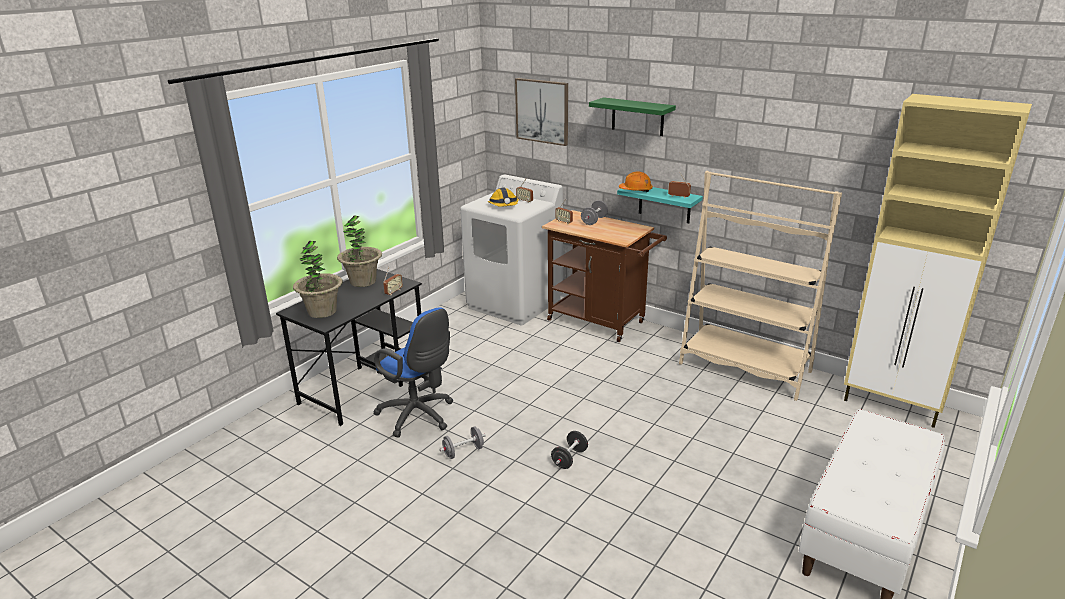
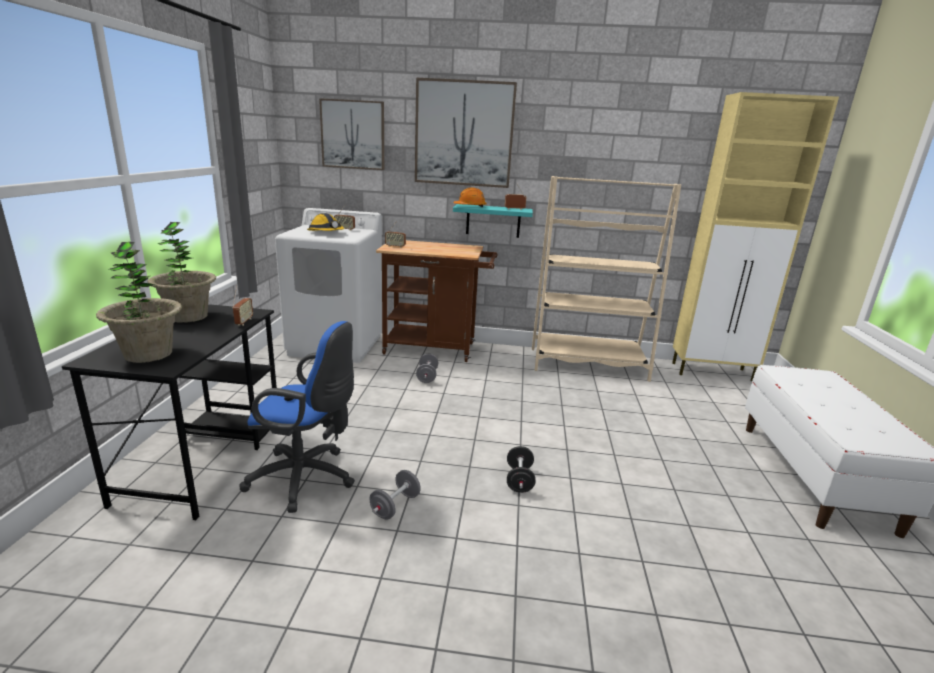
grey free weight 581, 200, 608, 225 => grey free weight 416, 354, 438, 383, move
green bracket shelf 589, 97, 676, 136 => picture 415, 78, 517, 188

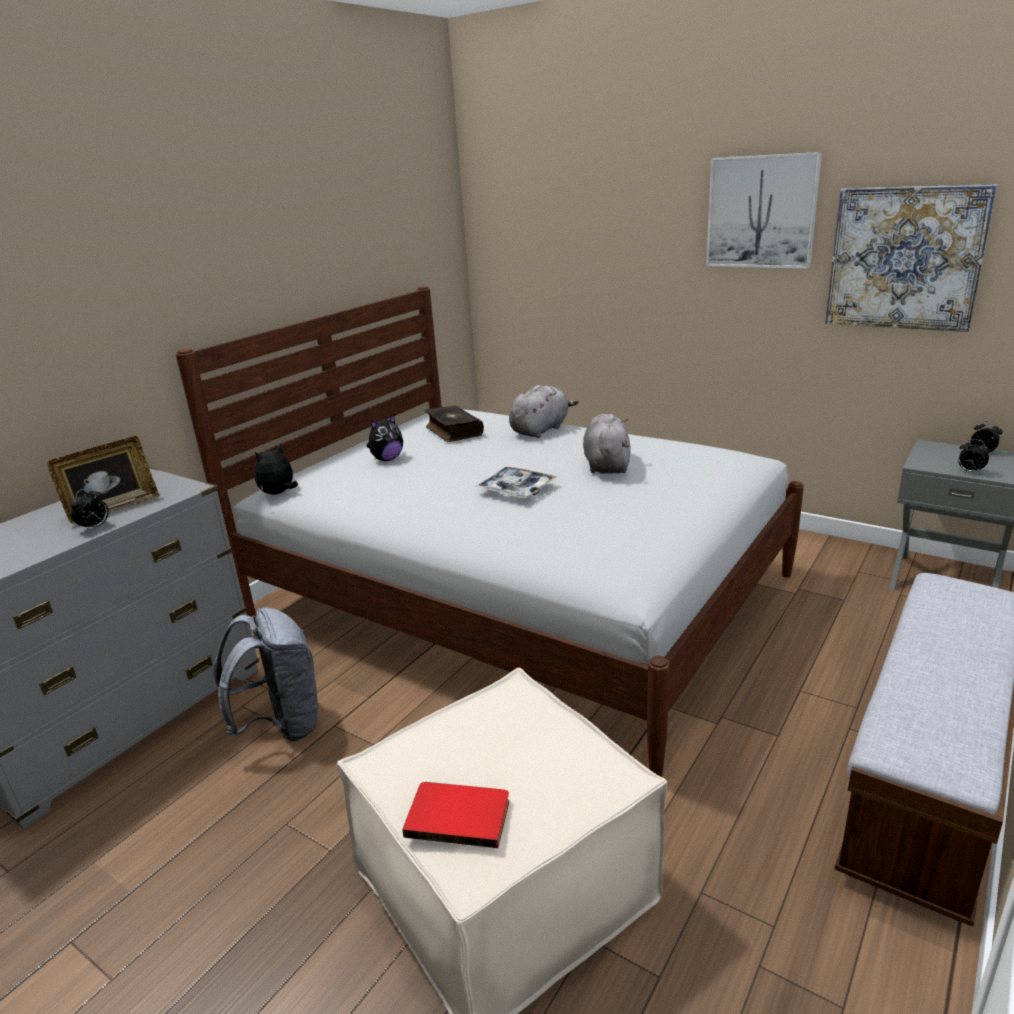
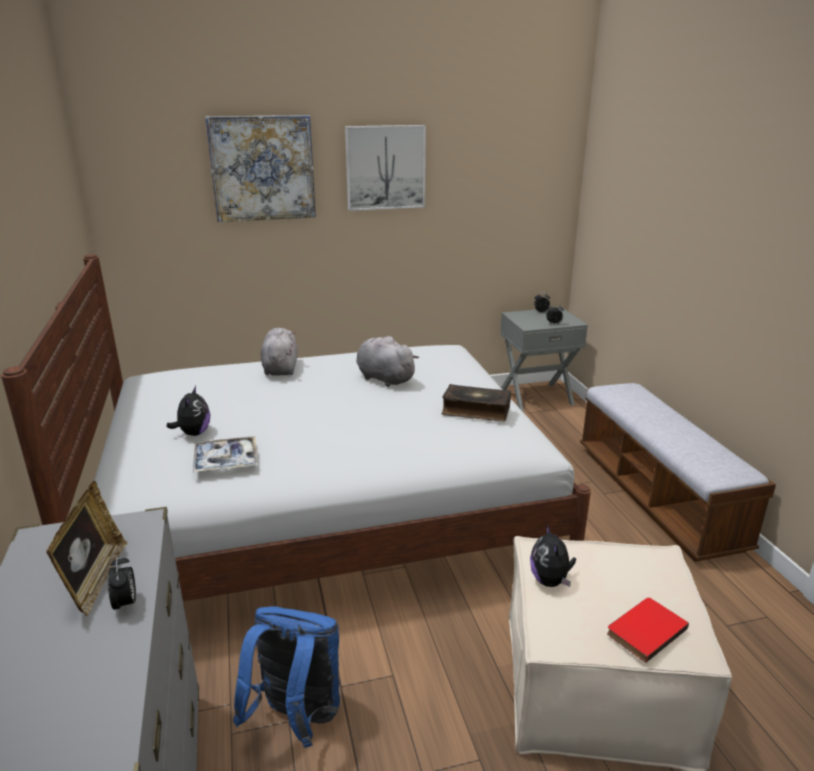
plush toy 254, 443, 298, 495 => plush toy 530, 525, 576, 587, move
bound book 425, 405, 484, 442 => bound book 442, 384, 511, 422, move
carrying tray 475, 467, 557, 498 => carrying tray 193, 436, 257, 472, move
picture 825, 184, 997, 332 => picture 205, 115, 316, 222, move
grey backpack 214, 607, 320, 742 => bluish backpack 233, 606, 340, 748

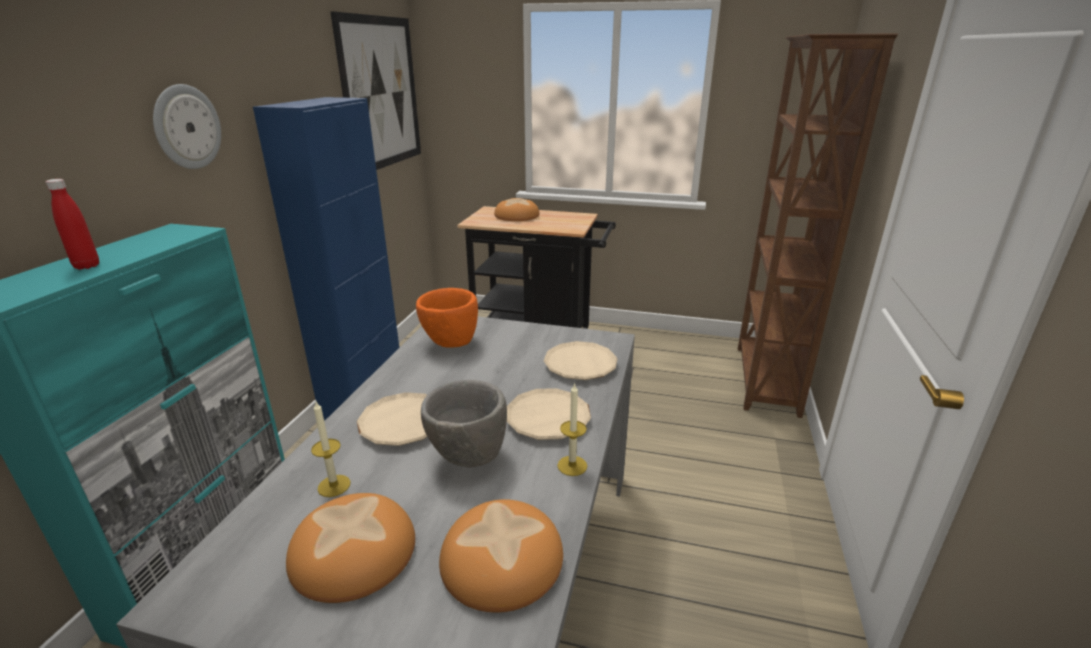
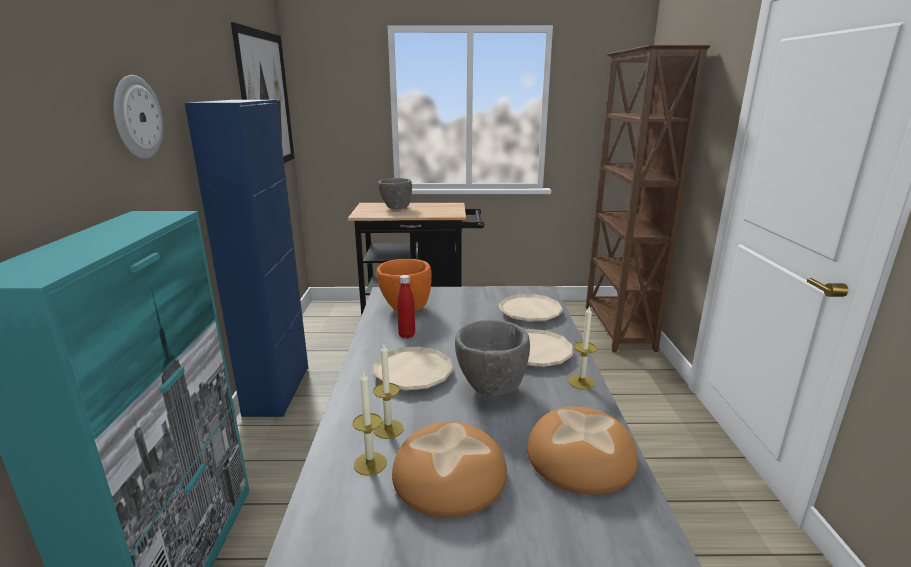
nothing => candle 353, 371, 387, 476
red bottle 45, 179, 99, 270 => red bottle 397, 275, 415, 338, move
bread 494, 198, 540, 221 => grey deep dish 378, 178, 412, 209

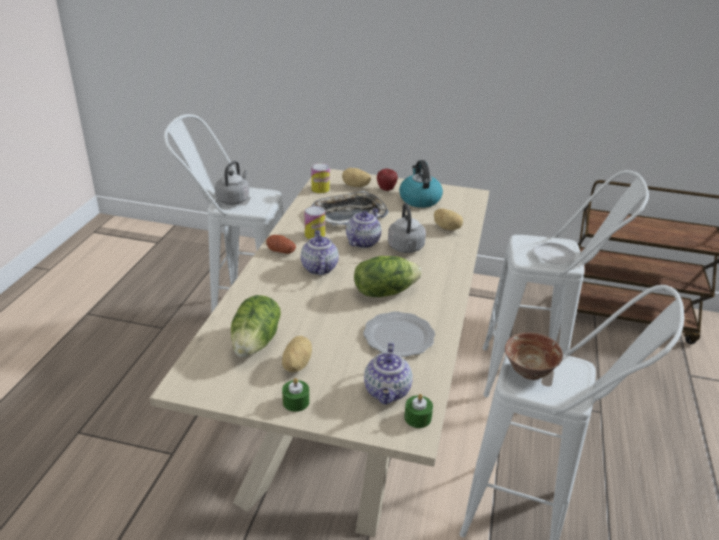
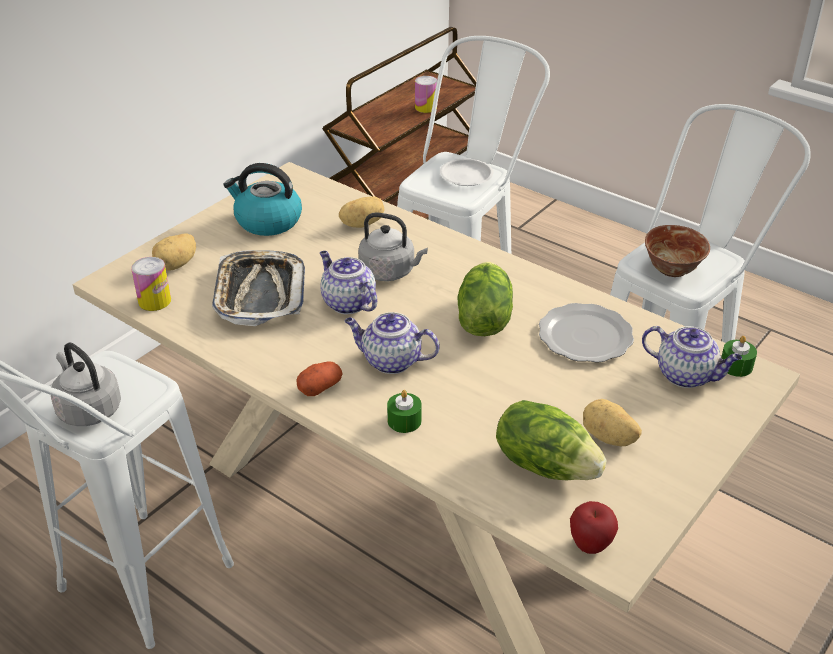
green candle 282, 378, 309, 412 => green candle 387, 390, 422, 433, move
can 304, 206, 325, 239 => can 415, 76, 437, 113, move
apple fruit 377, 169, 398, 191 => apple fruit 570, 501, 618, 554, move

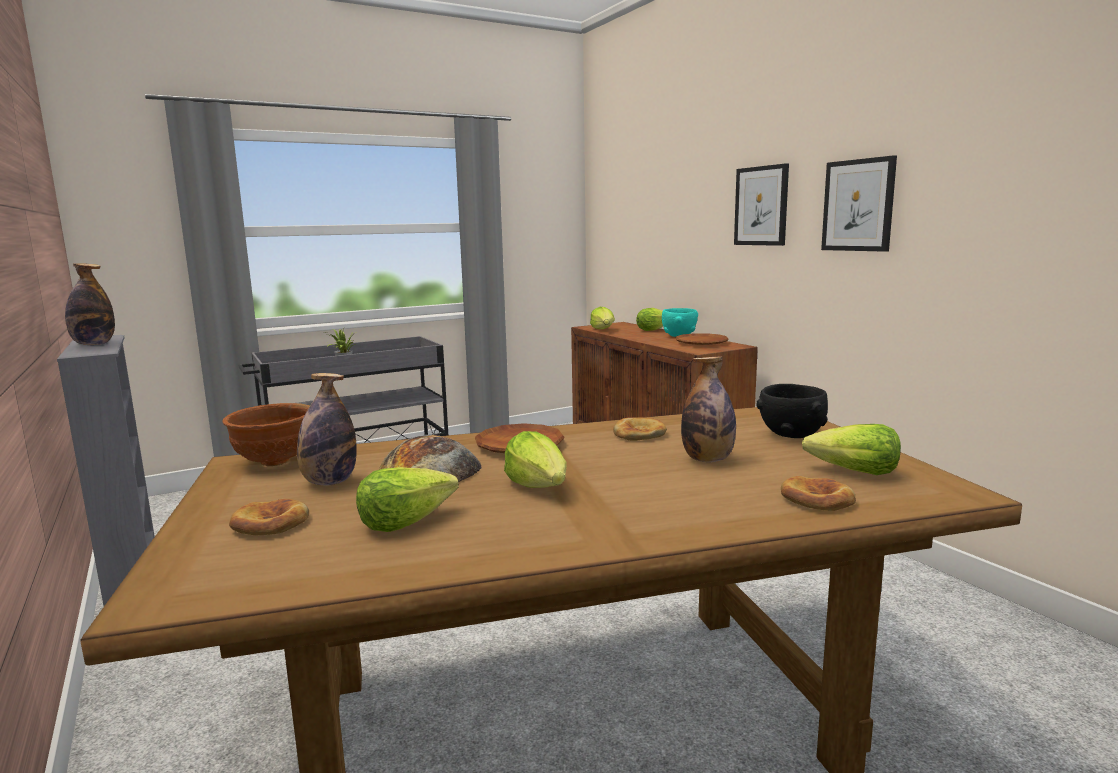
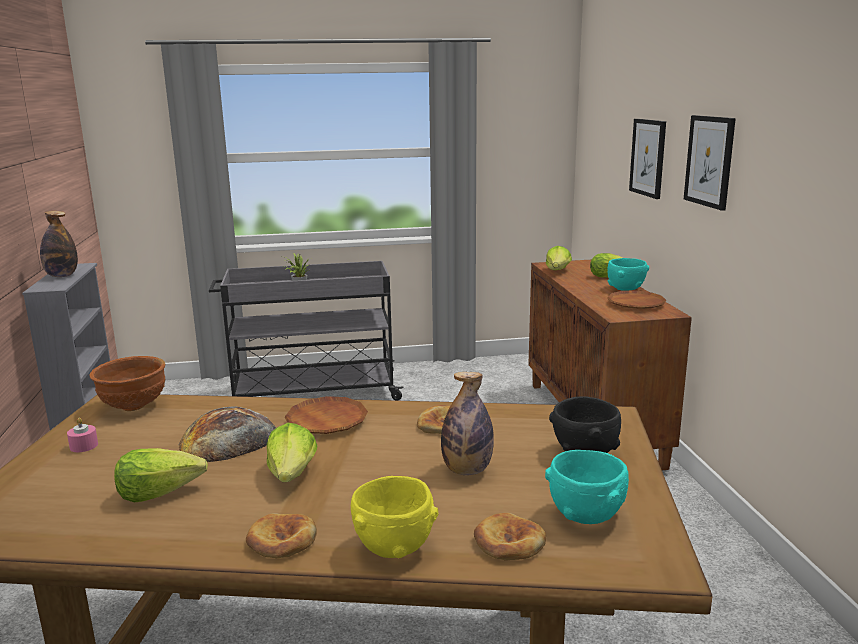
bottle 297, 373, 357, 485 => nothing
nothing => pink candle 67, 418, 98, 452
nothing => yellowish deep dish 351, 476, 438, 558
bread 229, 499, 309, 535 => bread 246, 513, 317, 558, move
picture 821, 155, 897, 252 => picture 629, 119, 666, 199, move
lettuce head 802, 424, 901, 475 => blue-green deep dish 545, 450, 629, 524

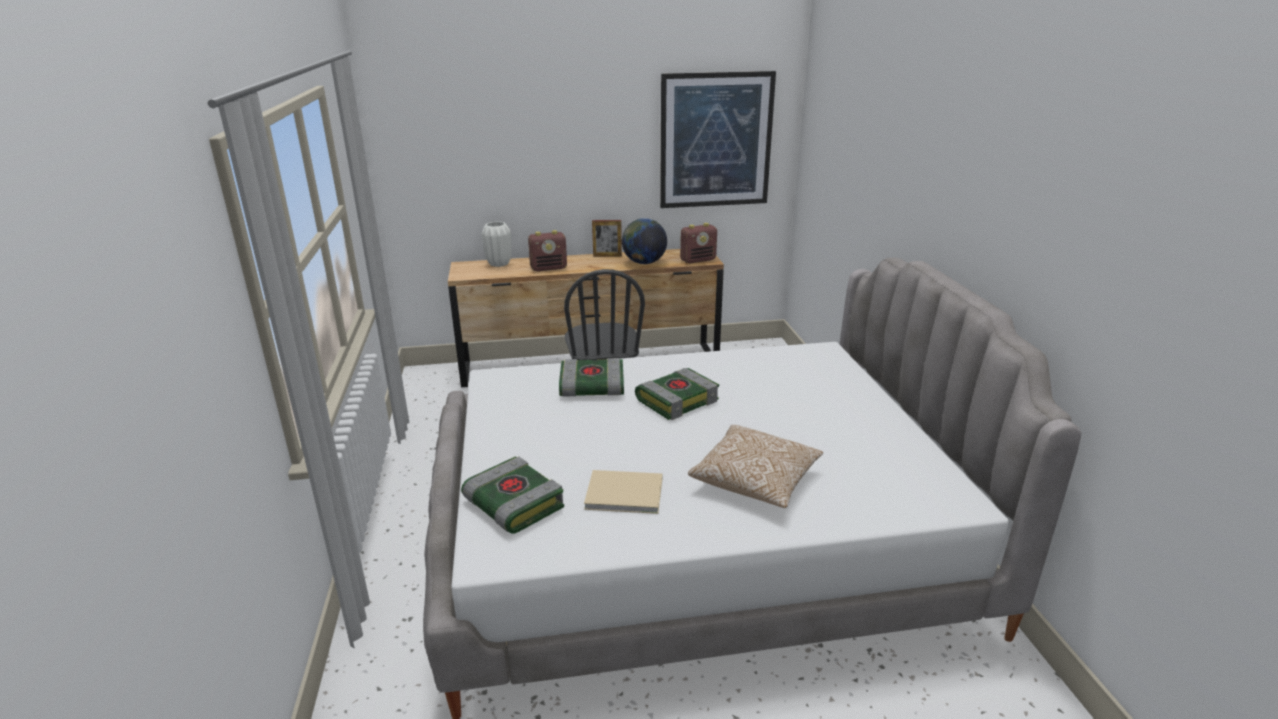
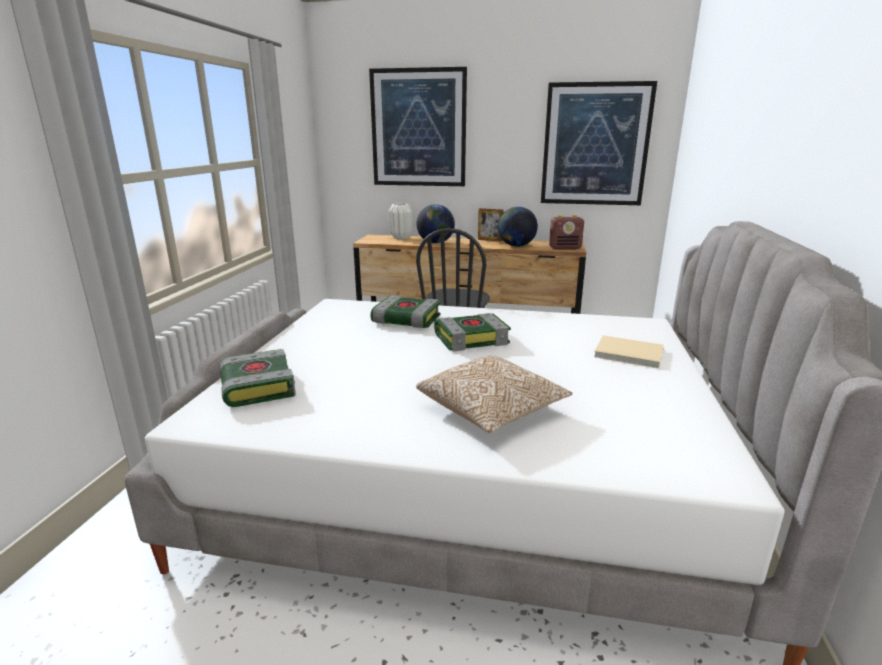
nothing => picture 369, 67, 467, 186
sand-coloured bound book 584, 470, 663, 514 => sand-coloured bound book 594, 335, 664, 368, move
radio 528, 230, 567, 271 => desk globe 416, 204, 455, 243

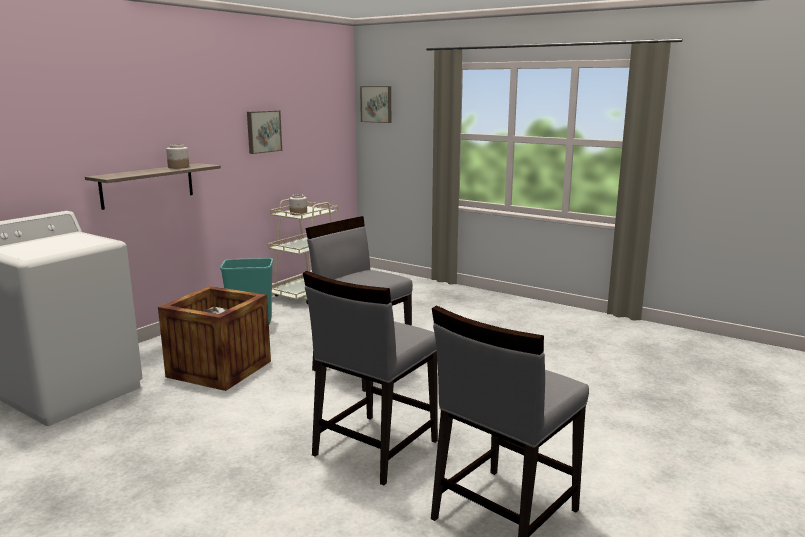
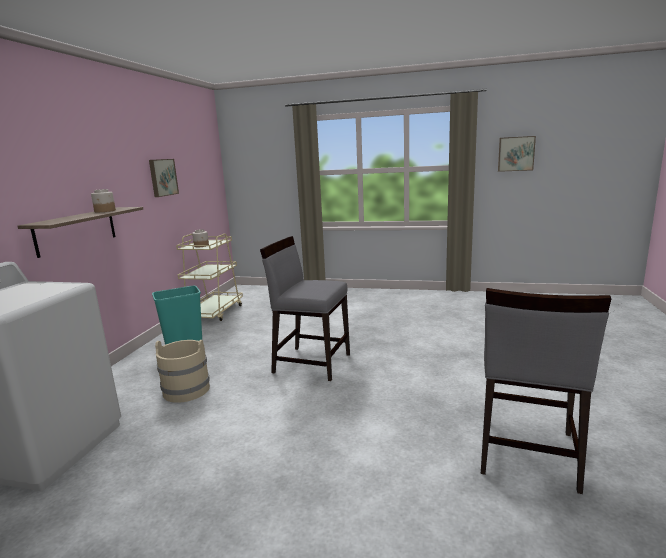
grey chair 303, 271, 438, 486 => nothing
picture 360, 86, 391, 123 => picture 498, 136, 536, 172, move
packing crate 158, 286, 271, 391 => sand-coloured pail 155, 340, 210, 403

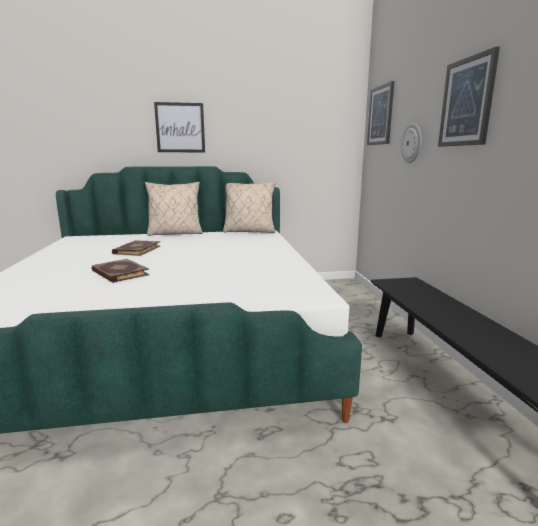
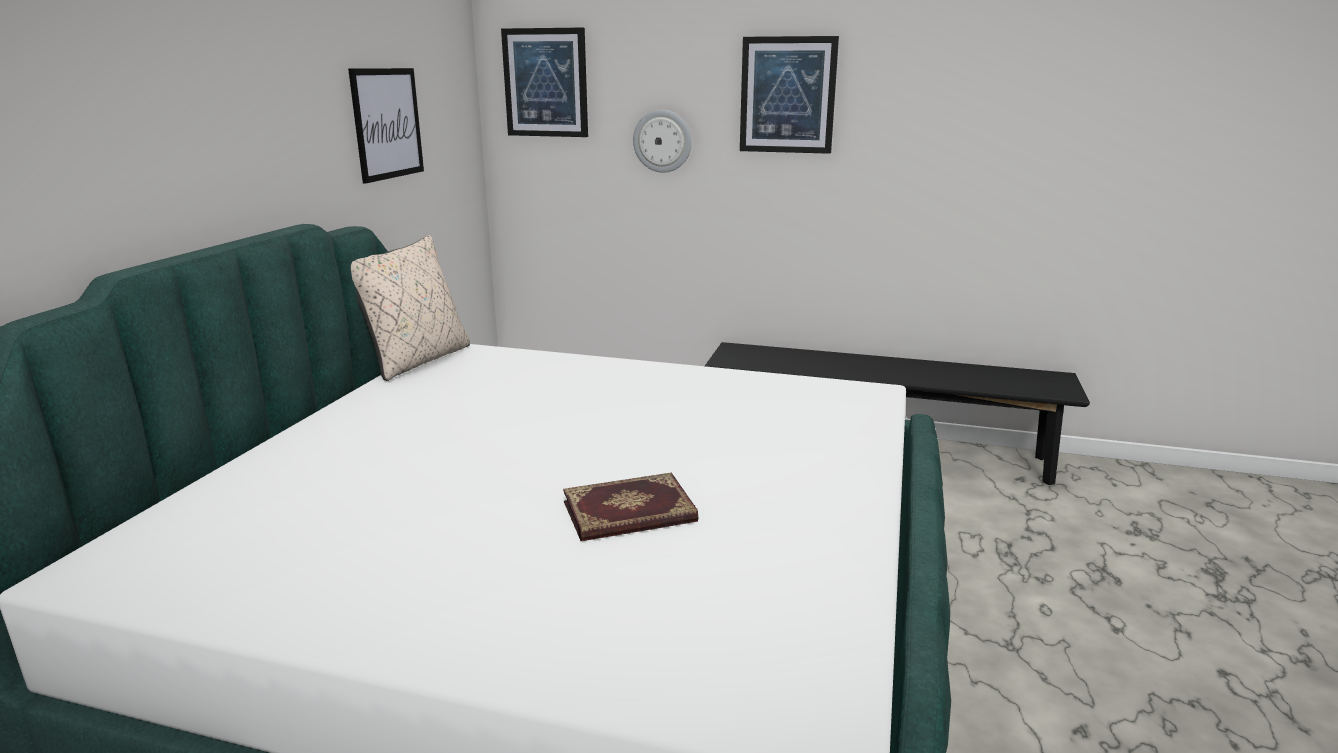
bound book 112, 240, 160, 256 => nothing
sand-coloured cushion 145, 182, 203, 236 => nothing
picture 154, 102, 205, 152 => picture 348, 68, 424, 184, move

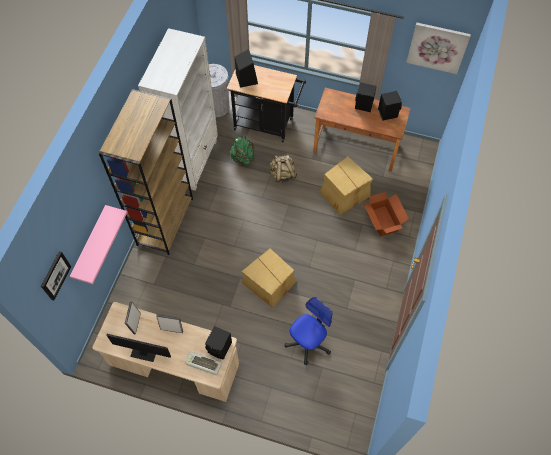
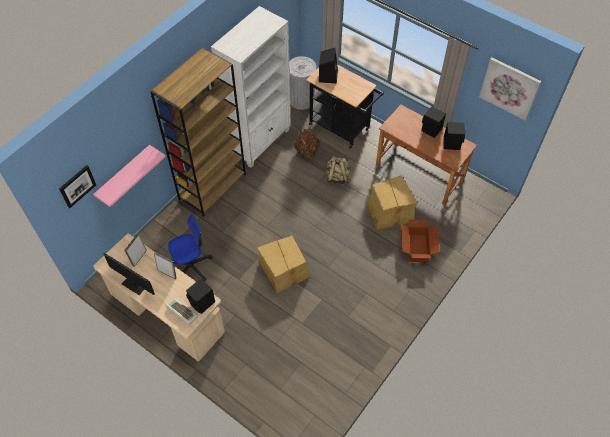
office chair 285, 297, 332, 365 => office chair 168, 214, 213, 282, move
green backpack 230, 136, 255, 166 => brown backpack 294, 129, 320, 159

